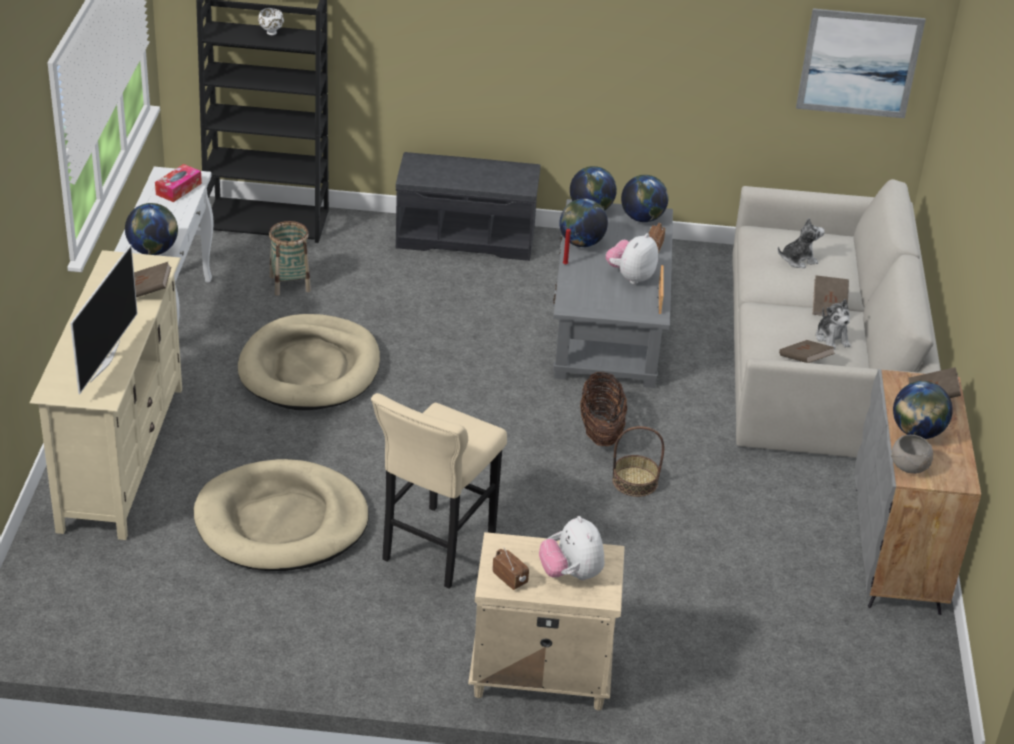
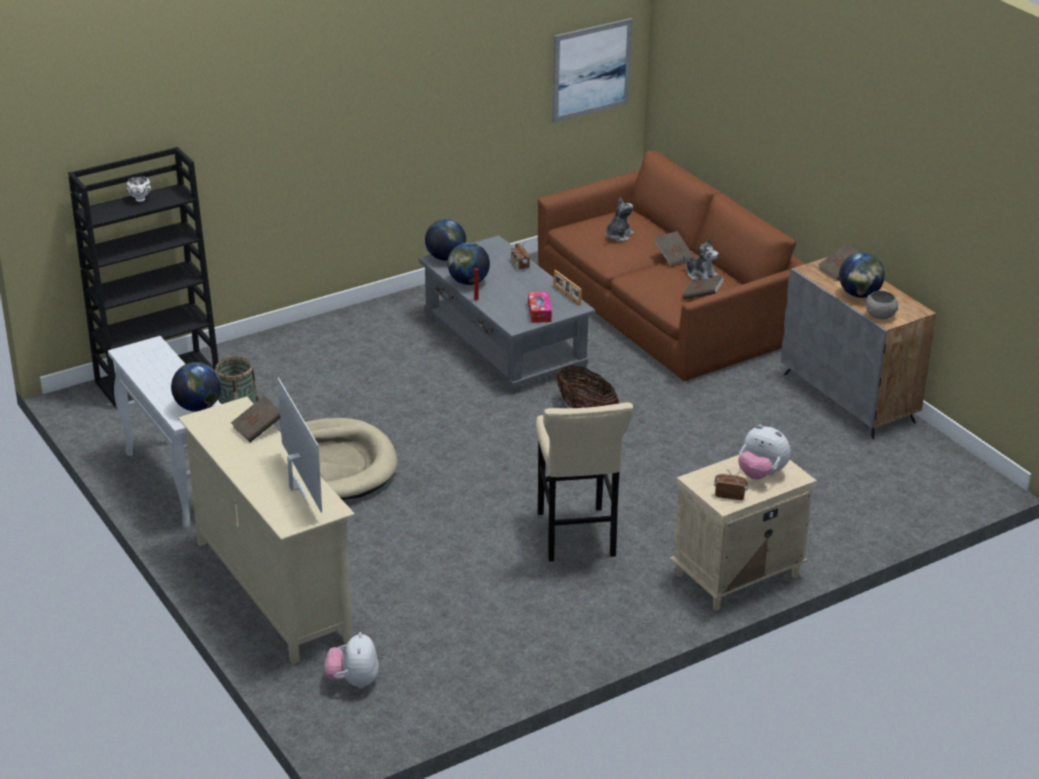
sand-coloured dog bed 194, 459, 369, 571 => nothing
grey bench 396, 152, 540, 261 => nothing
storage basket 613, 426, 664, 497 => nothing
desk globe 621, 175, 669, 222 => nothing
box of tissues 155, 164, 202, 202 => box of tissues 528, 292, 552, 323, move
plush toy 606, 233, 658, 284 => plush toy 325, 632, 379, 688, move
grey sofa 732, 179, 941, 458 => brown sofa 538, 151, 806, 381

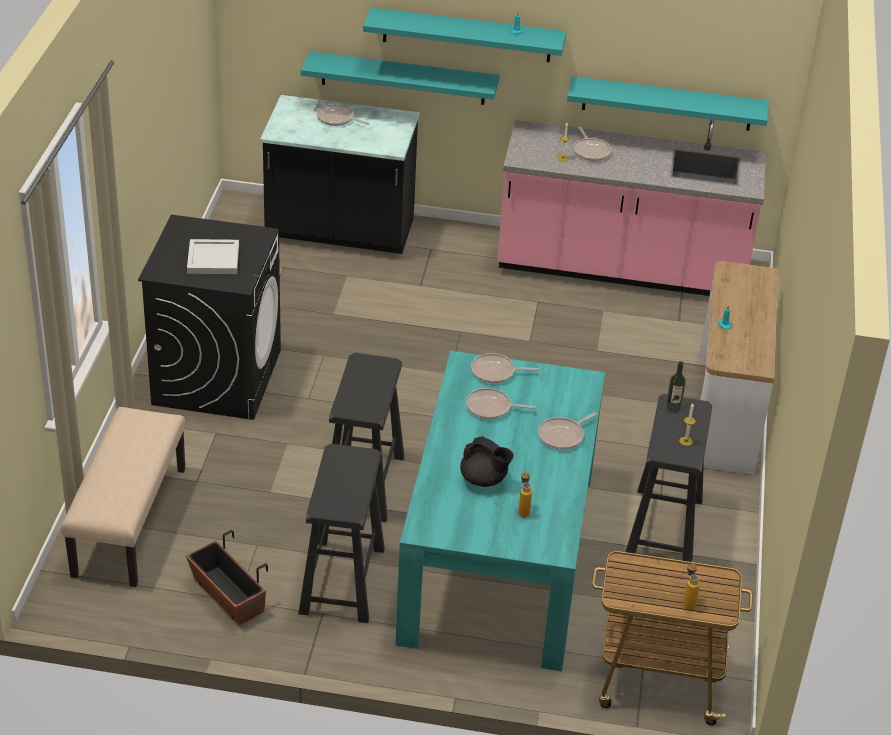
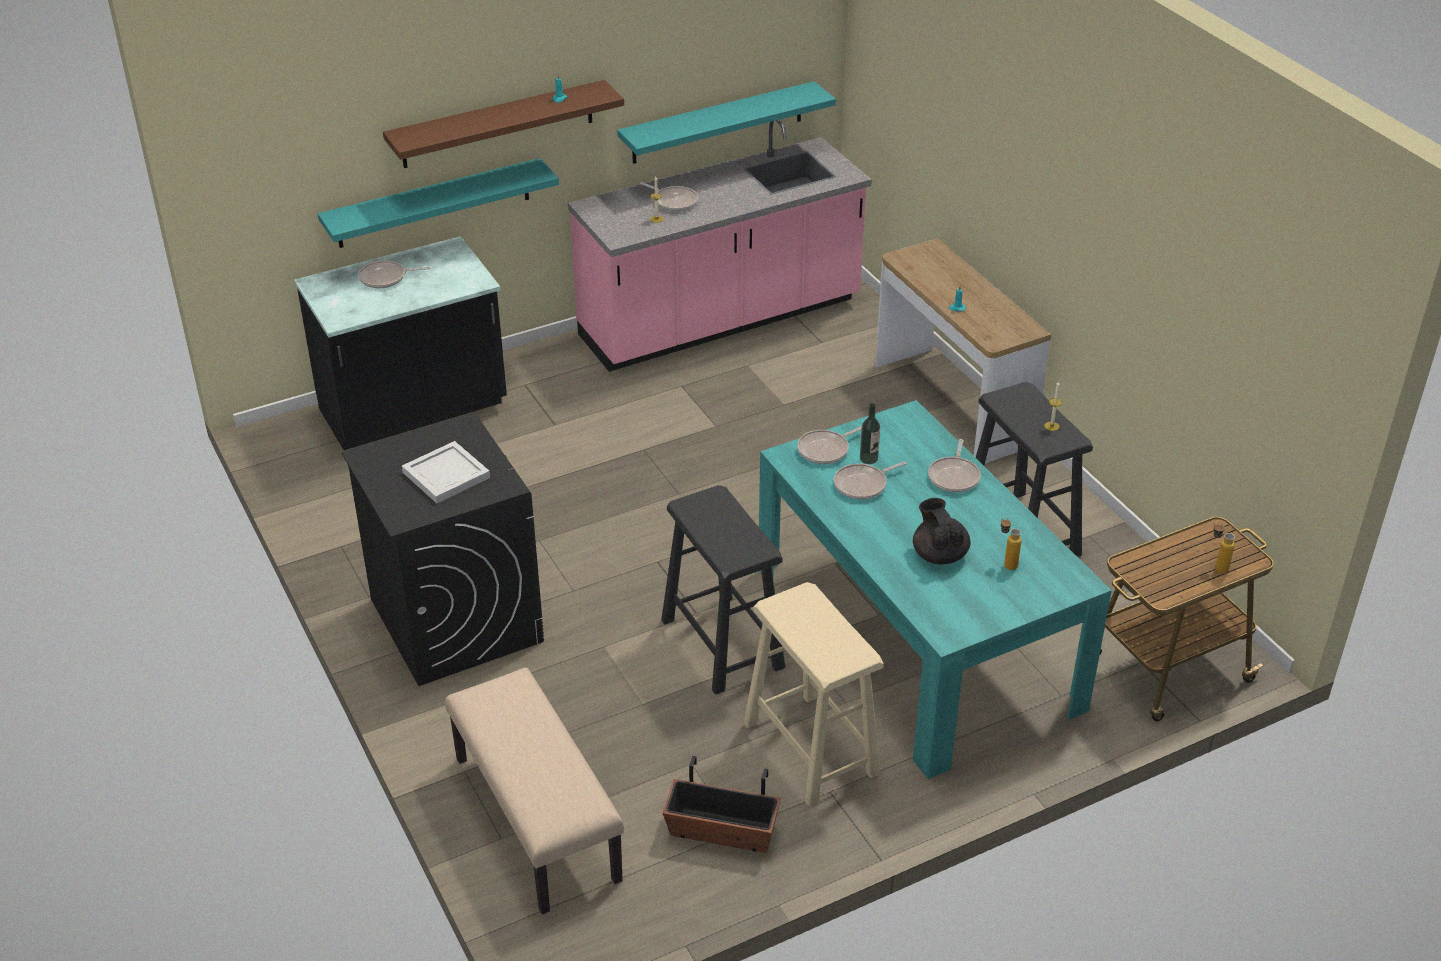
bottle 666, 361, 686, 413 => bottle 860, 403, 880, 464, move
blackish sitting stool 298, 444, 385, 623 => sand-coloured sitting stool 743, 582, 884, 806
blue-green bracket shelf 363, 8, 566, 62 => brown bracket shelf 383, 80, 624, 168
blackish teapot 460, 437, 514, 487 => blackish teapot 913, 498, 970, 565, 105 degrees counterclockwise

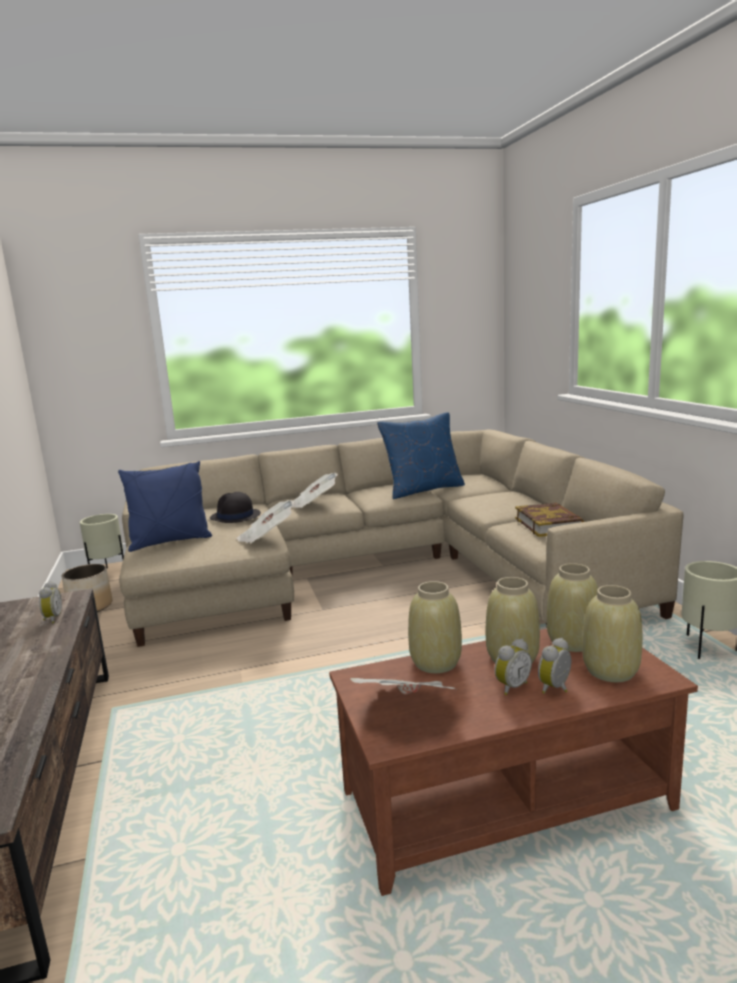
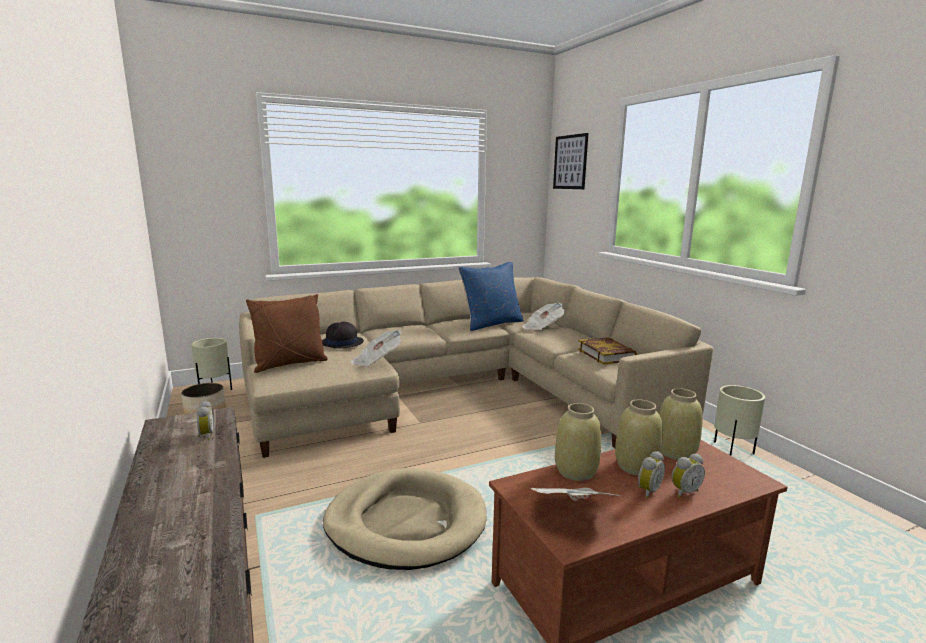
sand-coloured vase 582, 585, 642, 682 => nothing
nothing => sand-coloured dog bed 323, 468, 487, 570
nothing => picture 553, 133, 588, 189
printed paper 291, 473, 338, 508 => printed paper 522, 303, 565, 330, move
bluish cushion 118, 461, 212, 552 => brown cushion 246, 294, 328, 373
table clock 538, 638, 571, 694 => table clock 672, 454, 705, 498, 150 degrees counterclockwise

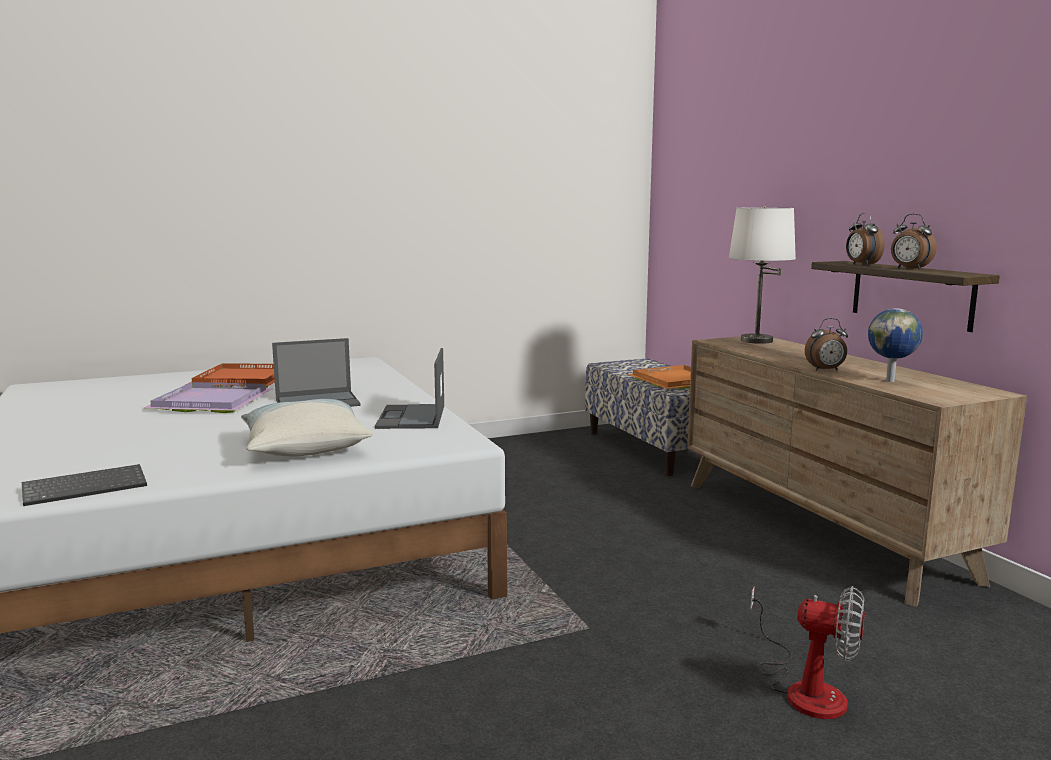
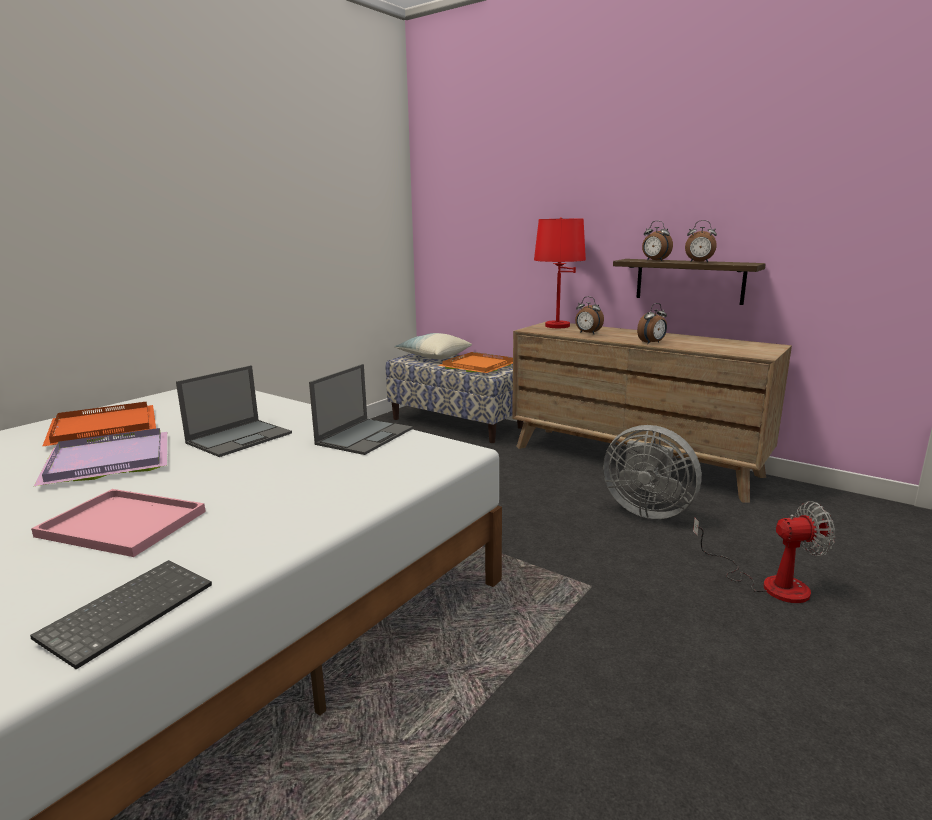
desk globe 868, 308, 923, 382 => nothing
nothing => pink carrying tray 31, 489, 206, 557
nothing => table clock 575, 296, 604, 334
nothing => grey fan 603, 425, 702, 519
cushion 241, 399, 373, 457 => cushion 394, 333, 472, 359, move
white lamp for a table 729, 206, 796, 344 => red lamp for a table 534, 217, 586, 328
laptop 375, 348, 444, 429 => laptop 309, 364, 413, 455, 120 degrees counterclockwise

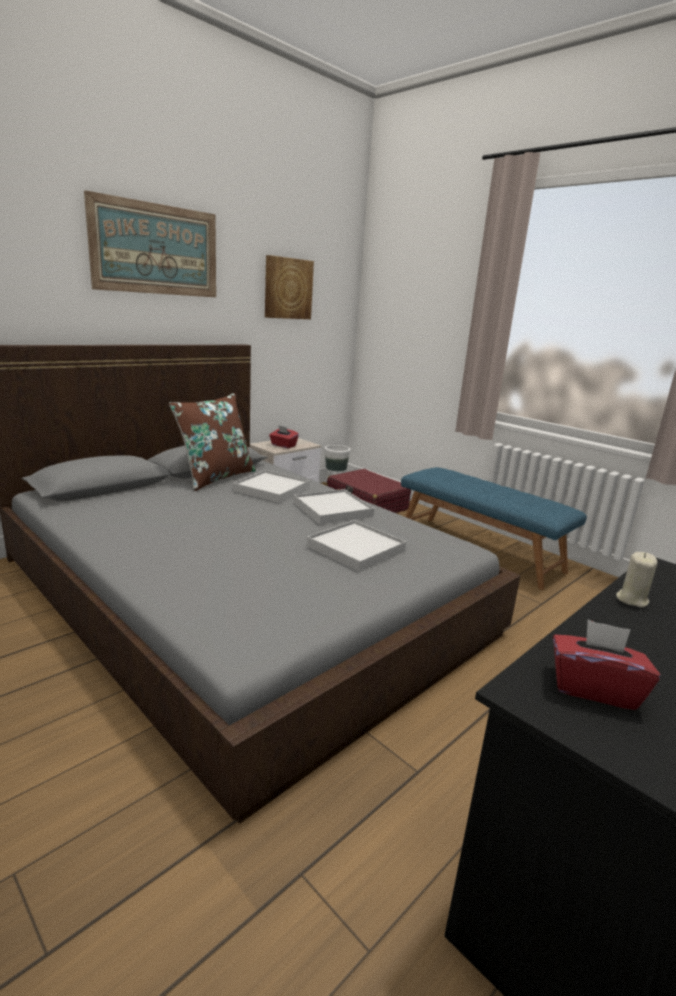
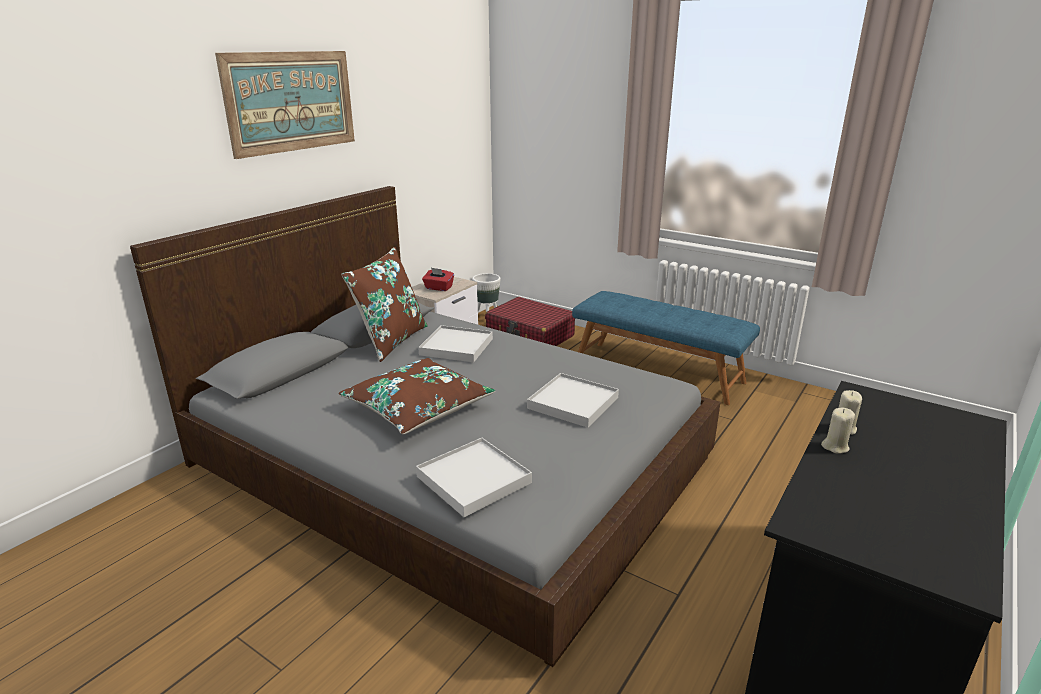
picture 265, 255, 314, 319 => nothing
red box of tissues 553, 619, 660, 710 => nothing
nothing => brown cushion 339, 358, 495, 434
nothing => sand-coloured candle 821, 407, 855, 454
white carrying tray 294, 489, 374, 525 => white carrying tray 416, 438, 532, 517, move

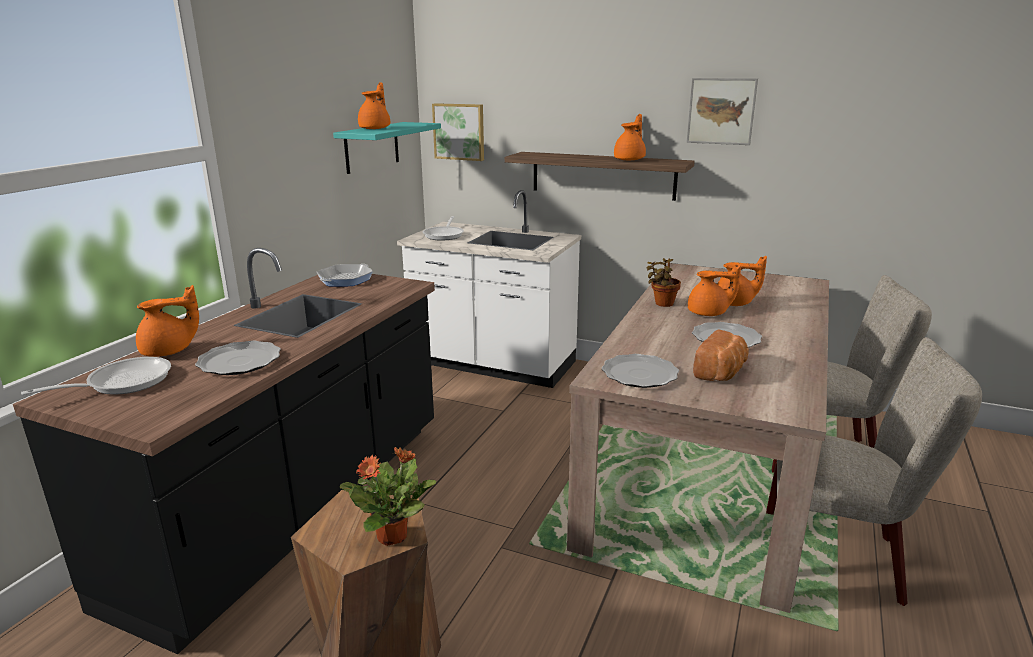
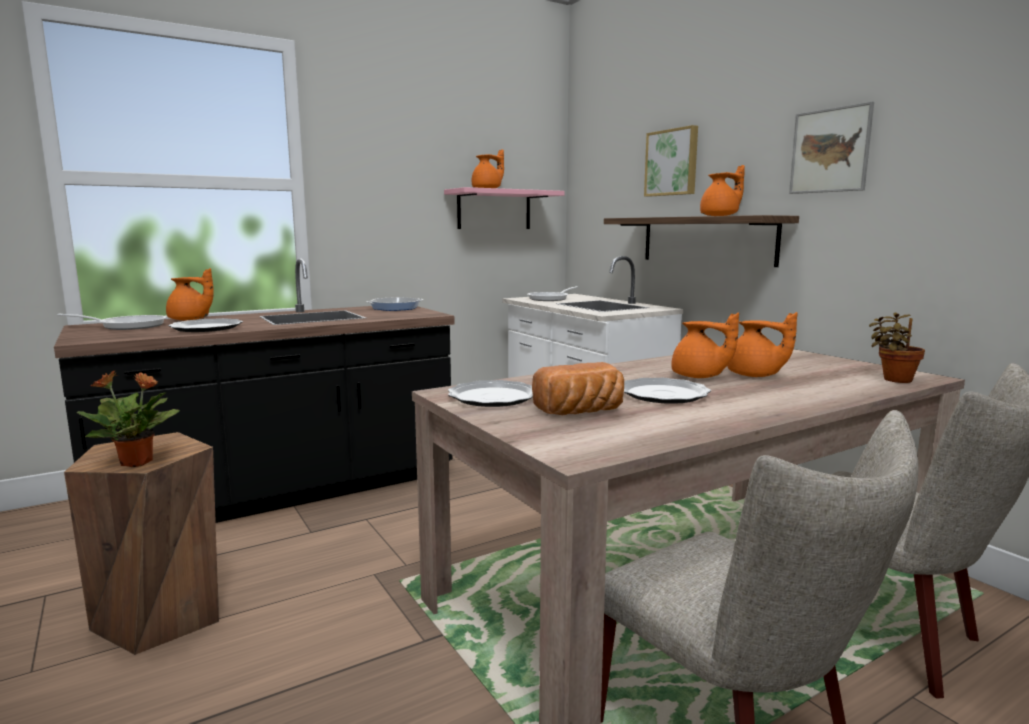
picture 432, 103, 484, 161 => picture 644, 125, 698, 197, move
houseplant 646, 258, 681, 307 => houseplant 869, 313, 925, 383, move
blue-green bracket shelf 333, 122, 441, 174 => pink bracket shelf 444, 187, 565, 229

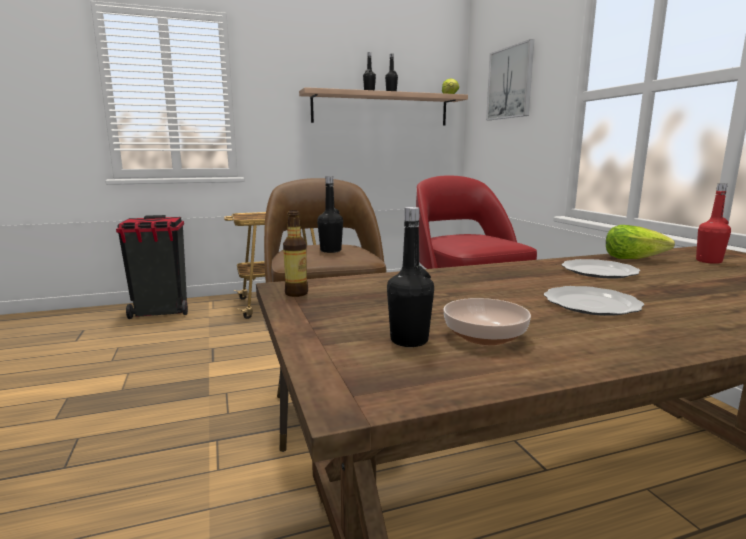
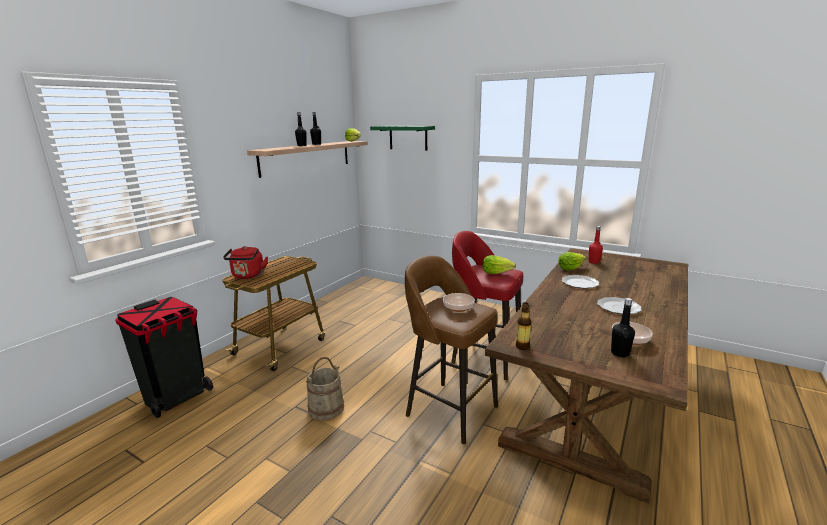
nothing => red kettle 223, 246, 268, 279
nothing => sand-coloured pail 306, 357, 344, 420
nothing => lettuce head 483, 255, 516, 274
blackish bottle 317, 176, 343, 253 => deep dish 443, 293, 475, 312
picture 486, 39, 535, 120 => green bracket shelf 370, 126, 435, 150

